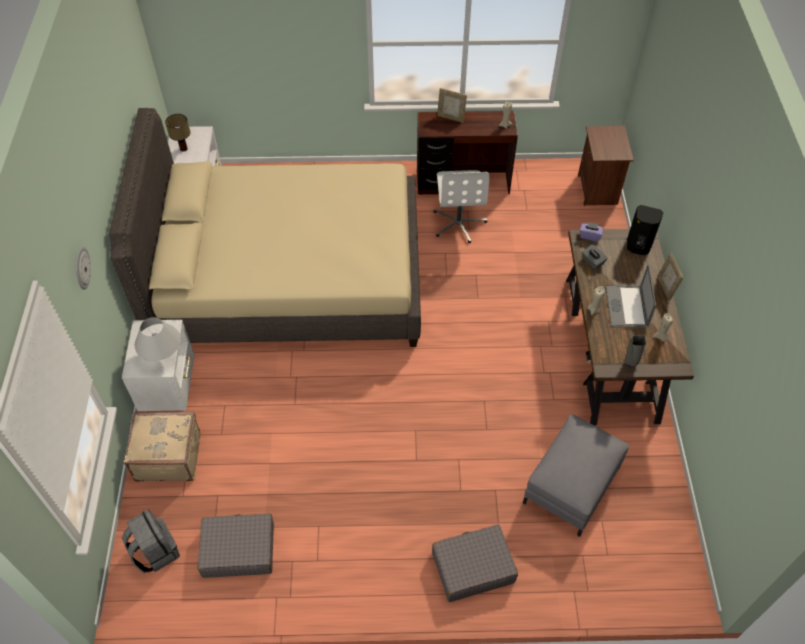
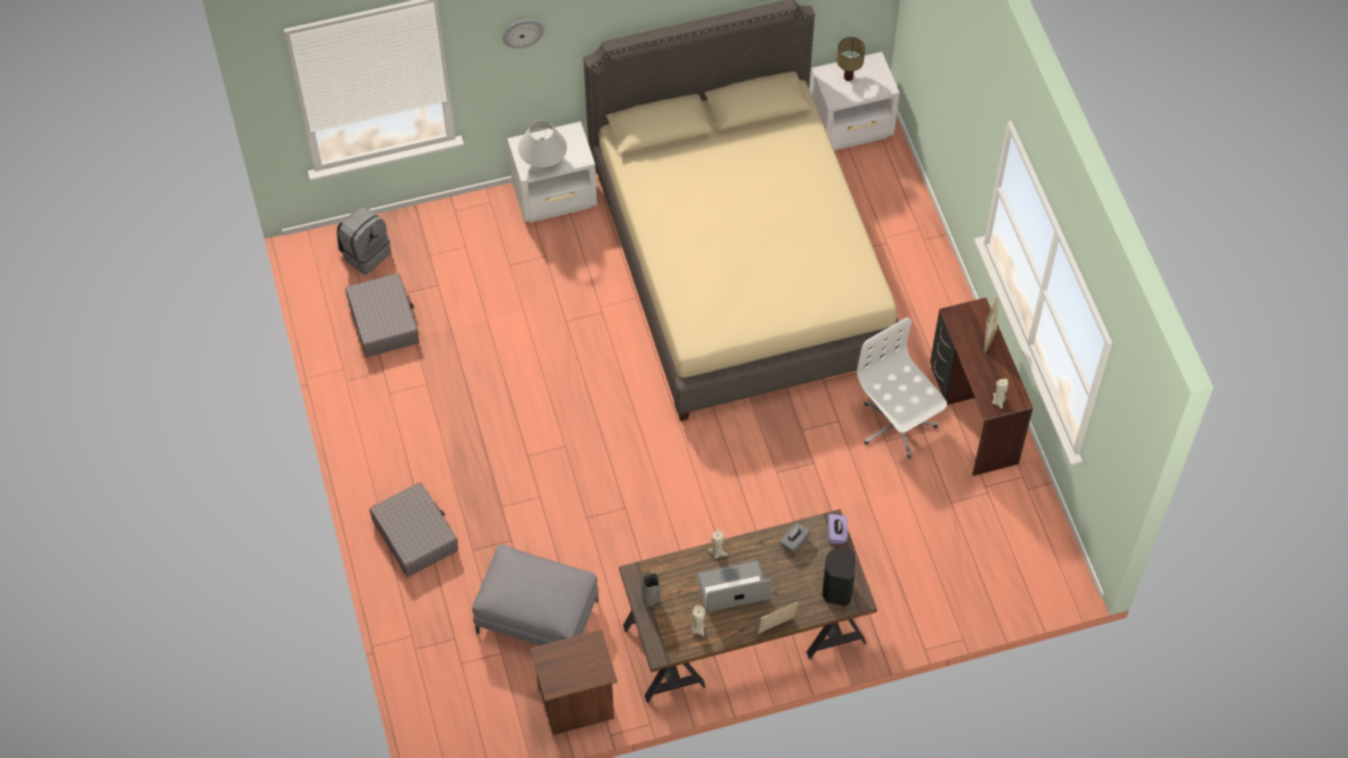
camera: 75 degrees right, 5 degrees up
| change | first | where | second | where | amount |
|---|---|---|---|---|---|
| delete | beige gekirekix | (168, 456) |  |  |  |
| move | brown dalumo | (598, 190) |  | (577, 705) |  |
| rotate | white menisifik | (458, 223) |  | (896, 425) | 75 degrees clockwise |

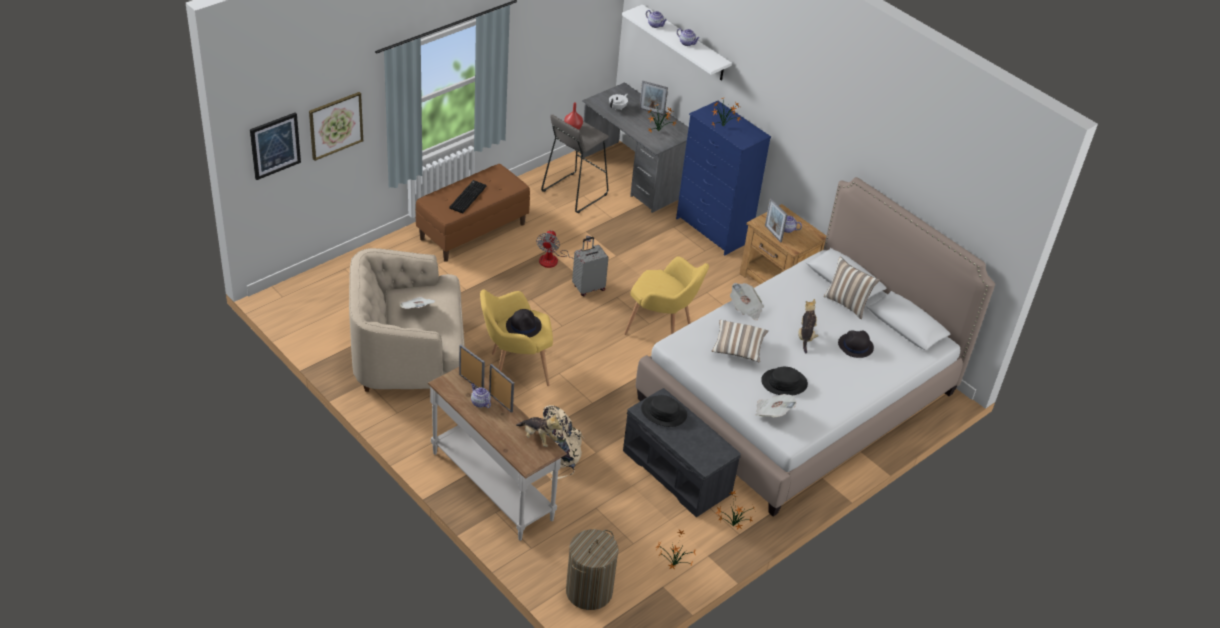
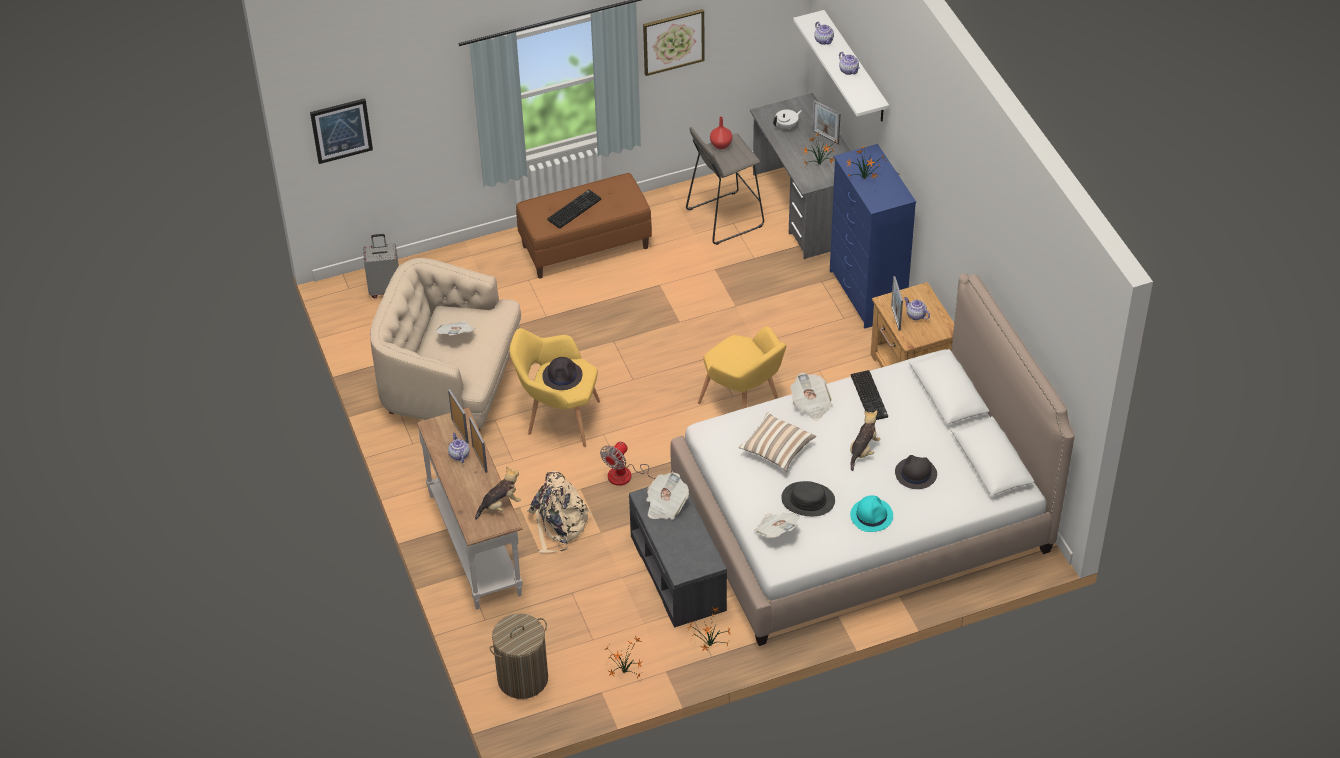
camera: 25 degrees right, 5 degrees up
| change | first | where | second | where | amount |
|---|---|---|---|---|---|
| delete | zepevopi | (847, 304) |  |  |  |
| insert |  |  | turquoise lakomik | (871, 515) |  |
| insert |  |  | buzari | (870, 396) |  |
| move | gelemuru | (335, 125) |  | (673, 41) |  |
| move | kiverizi | (555, 259) |  | (629, 475) |  |
| move | grey gekirekix | (588, 288) |  | (385, 289) |  |
| replace | black lakomik | (663, 412) | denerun | (665, 505) |  |
| rotate | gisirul | (538, 437) |  | (500, 505) | 90 degrees counterclockwise |

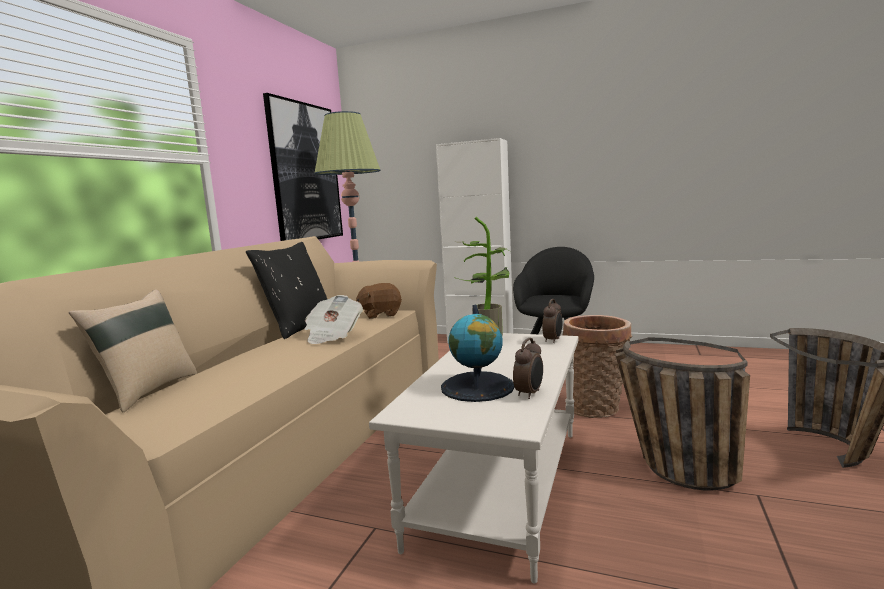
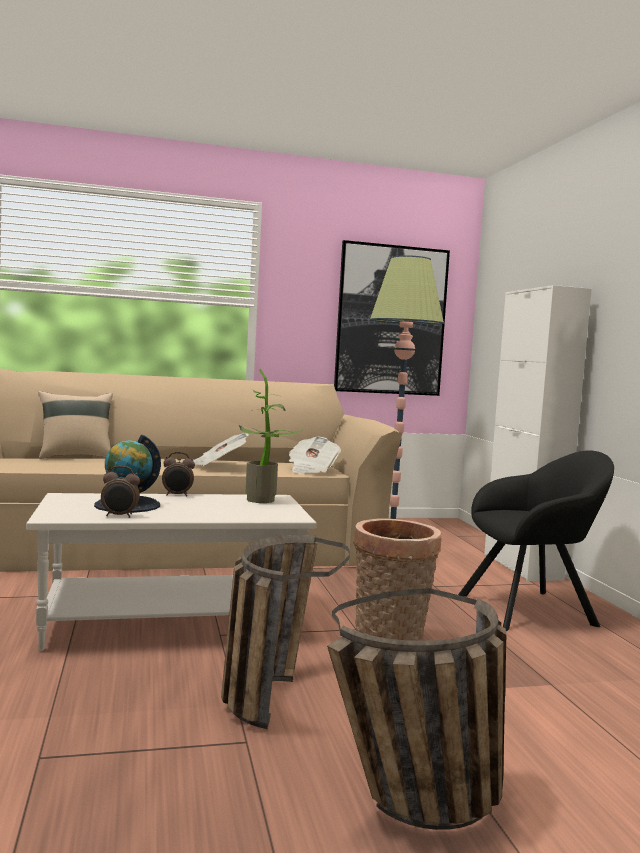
camera: 55 degrees right, 5 degrees down
| change | first | where | second | where | amount |
|---|---|---|---|---|---|
| delete | black zepevopi | (299, 327) |  |  |  |
| move | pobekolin | (553, 340) |  | (177, 495) |  |
| replace | brown gisirul | (380, 315) | denerun | (311, 470) |  |

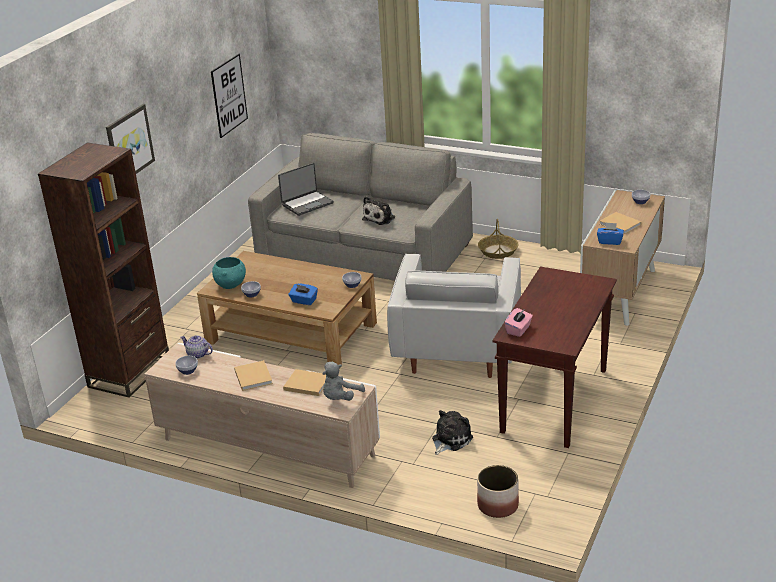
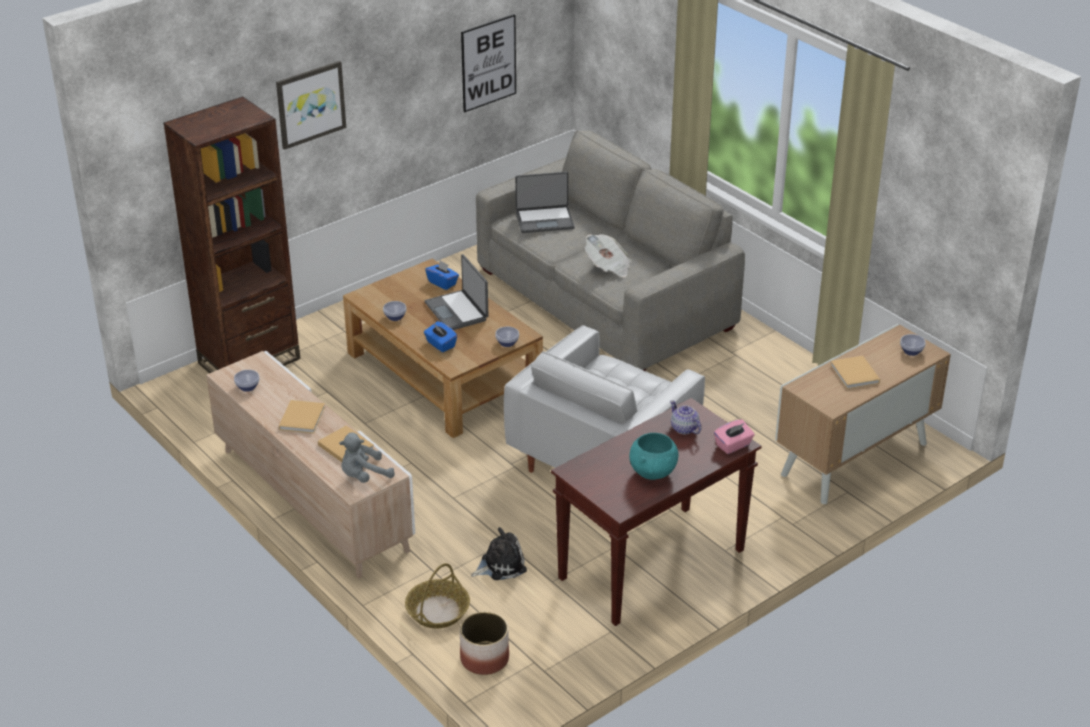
camera: 25 degrees right, 5 degrees up
| change | first | where | second | where | amount |
|---|---|---|---|---|---|
| insert |  |  | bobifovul | (457, 311) |  |
| move | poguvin | (198, 354) |  | (684, 429) |  |
| move | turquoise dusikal | (231, 285) |  | (653, 473) |  |
| move | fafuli | (498, 251) |  | (438, 611) |  |
| move | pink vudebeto | (518, 330) |  | (733, 445) |  |
| move | blue vudebeto | (610, 241) |  | (442, 283) |  |
| replace | gisirul | (380, 218) | denerun | (608, 267) |  |

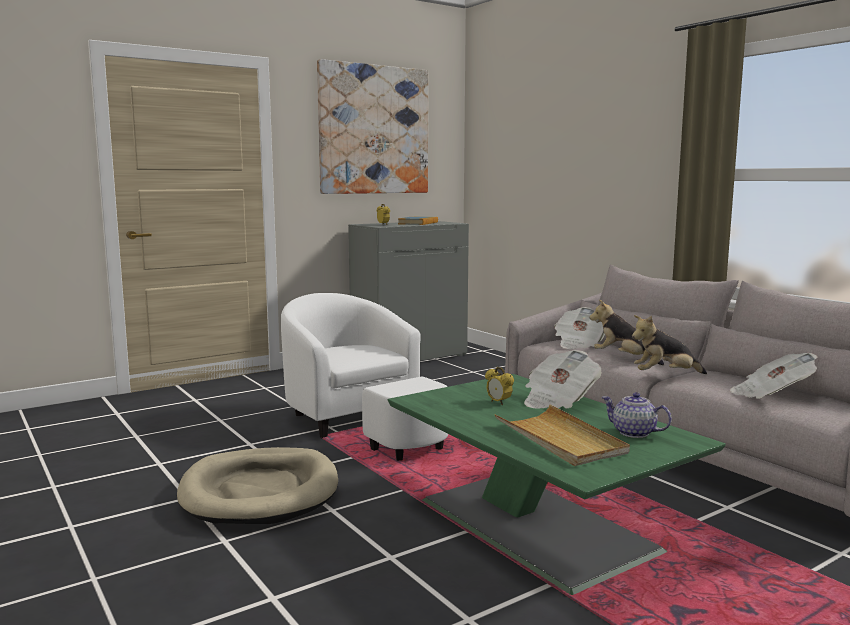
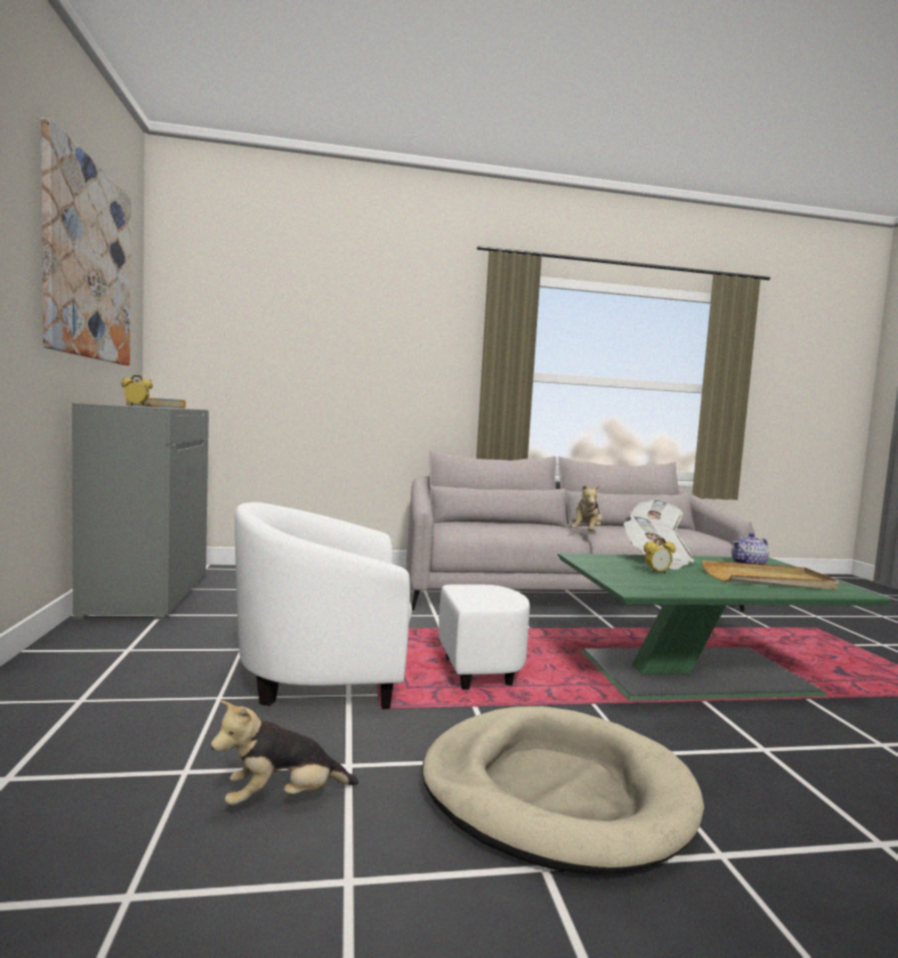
camera: 65 degrees left, 5 degrees down
| change | first | where | second | where | amount |
|---|---|---|---|---|---|
| delete | denerun | (579, 343) |  |  |  |
| move | gisirul | (623, 358) |  | (282, 799) |  |

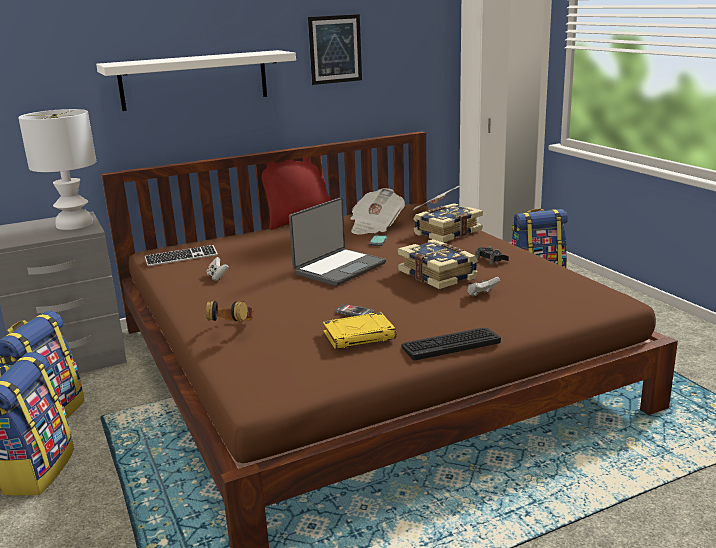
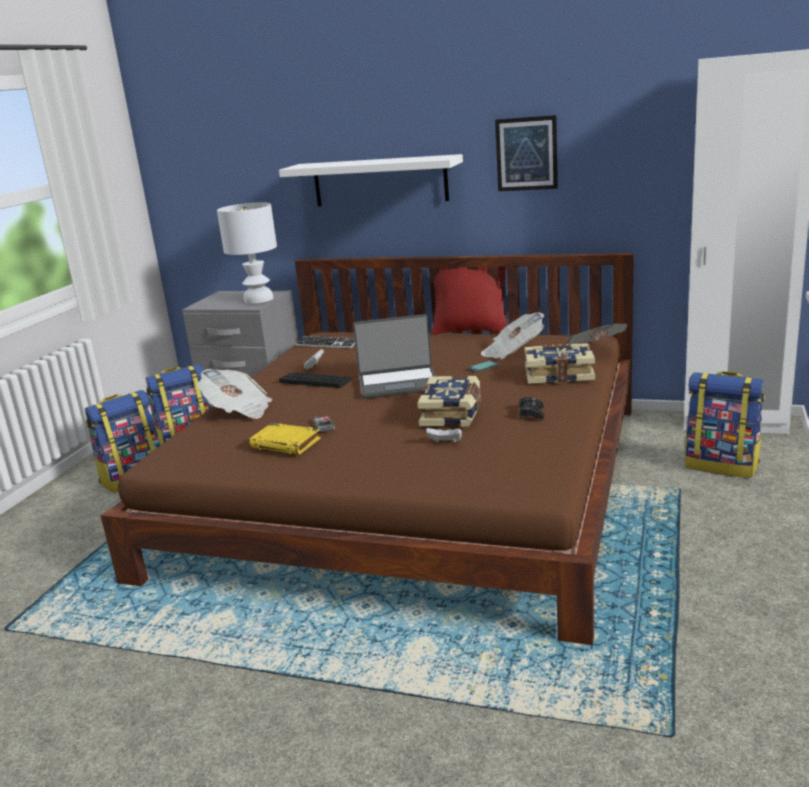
camera: 45 degrees right, 0 degrees up
| change | first | where | second | where | amount |
|---|---|---|---|---|---|
| move | buzari | (450, 344) |  | (315, 380) |  |
| replace | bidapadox | (233, 329) | denerun | (238, 410) |  |

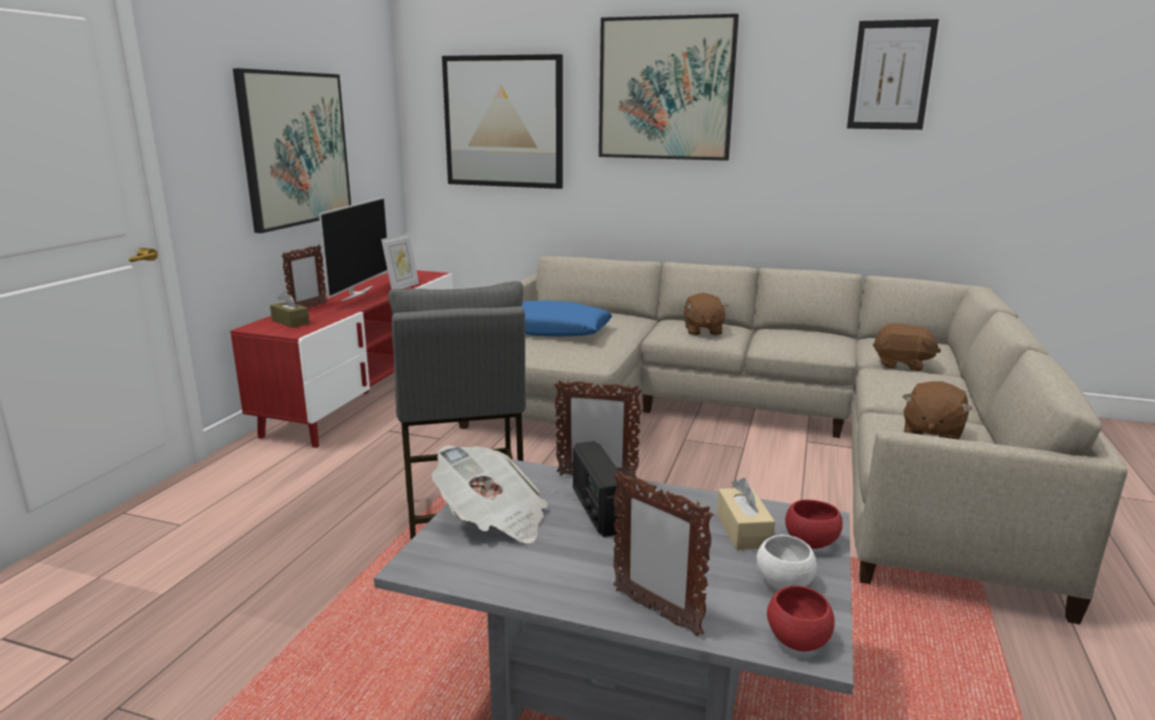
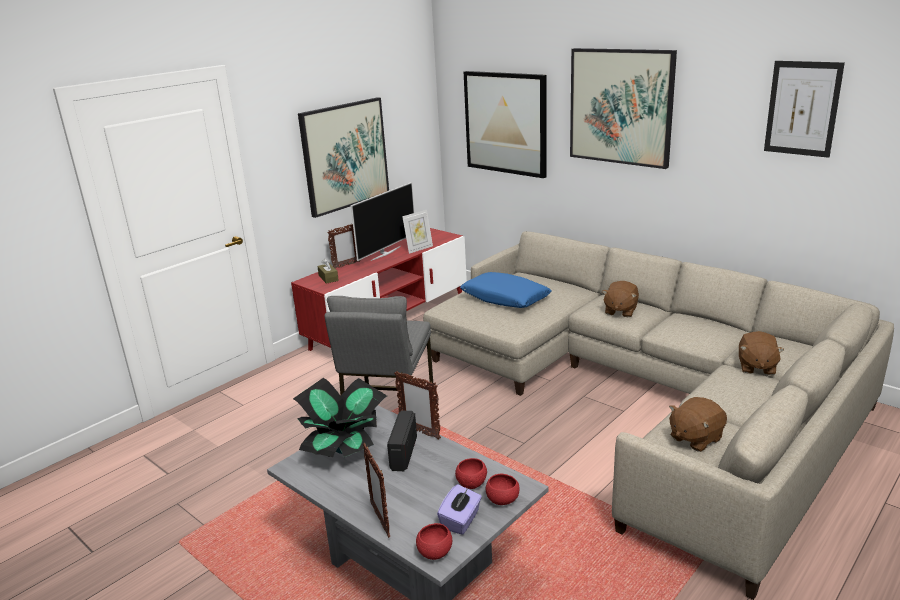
camera: 25 degrees right, 5 degrees up
| change | first | where | second | where | amount |
|---|---|---|---|---|---|
| replace | denerun | (493, 519) | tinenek | (344, 447) |  |
| replace | beige vudebeto | (743, 530) | red dusikal | (471, 484) |  |
| replace | white dusikal | (783, 583) | purple vudebeto | (461, 521) |  |
| rotate | brown gisirul | (901, 365) |  | (756, 367) | 60 degrees clockwise |

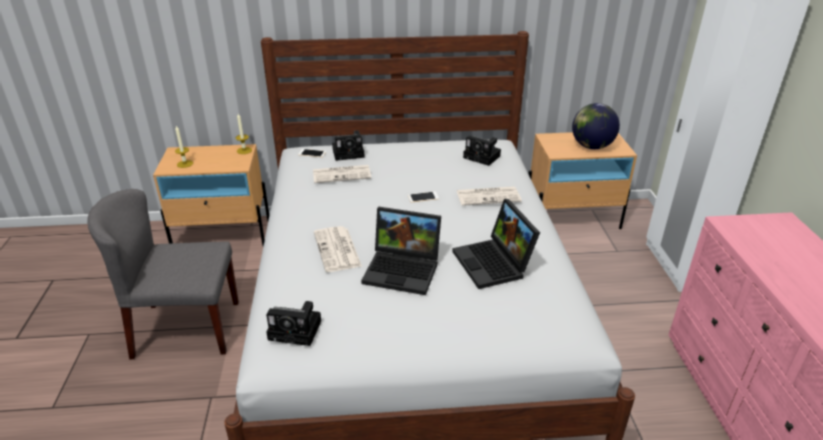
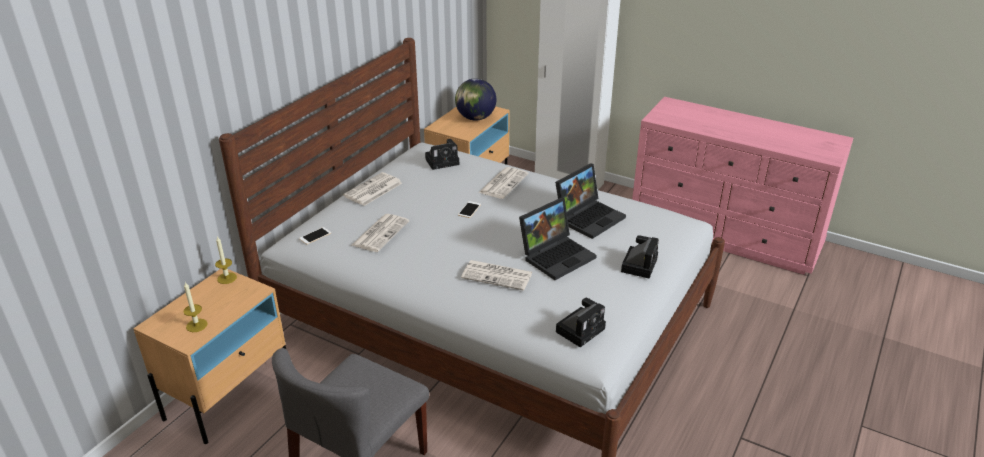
camera: 55 degrees left, 0 degrees up
| change | first | where | second | where | amount |
|---|---|---|---|---|---|
| insert |  |  | denerun | (373, 190) |  |
| move | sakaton | (350, 153) |  | (639, 264) |  |
| rotate | bobifovul | (494, 264) |  | (589, 217) | 60 degrees counterclockwise |

